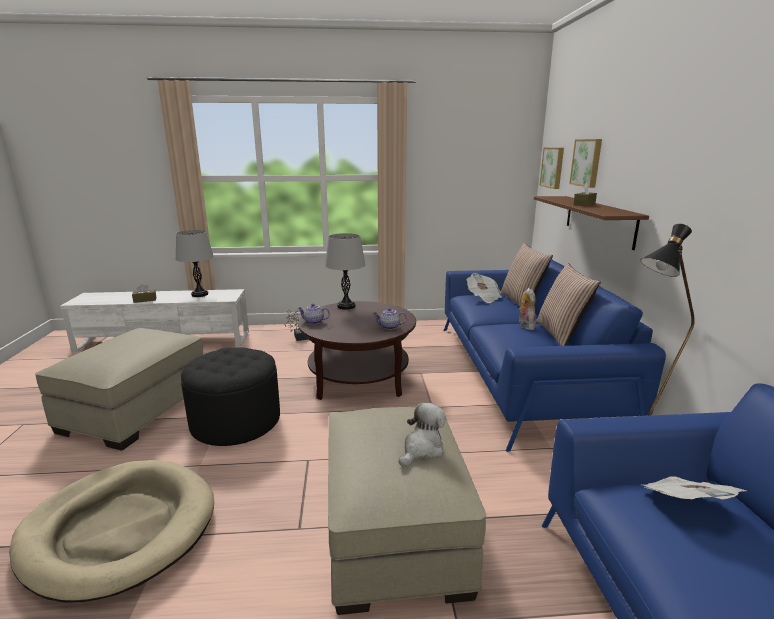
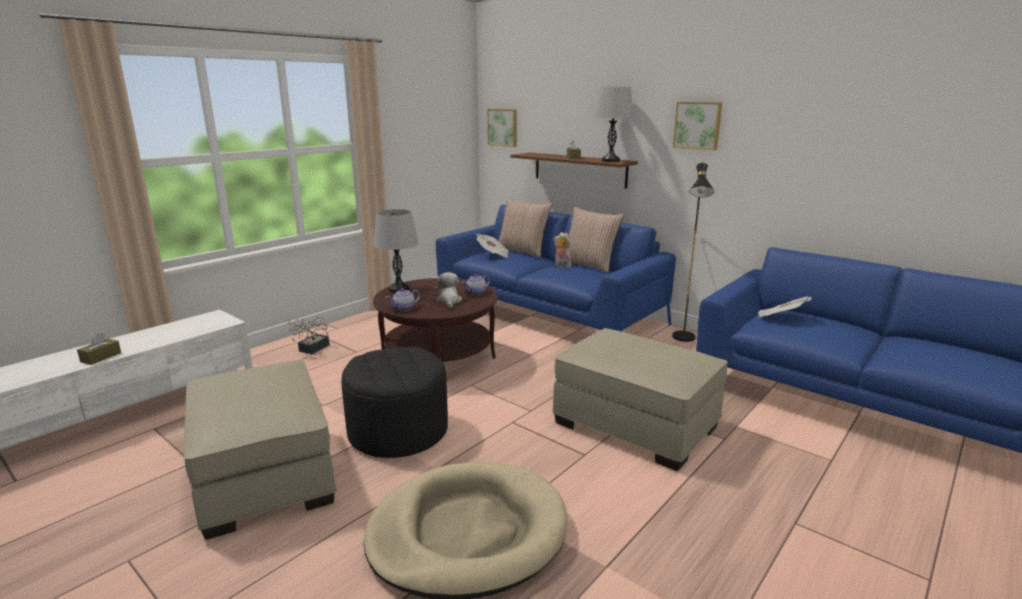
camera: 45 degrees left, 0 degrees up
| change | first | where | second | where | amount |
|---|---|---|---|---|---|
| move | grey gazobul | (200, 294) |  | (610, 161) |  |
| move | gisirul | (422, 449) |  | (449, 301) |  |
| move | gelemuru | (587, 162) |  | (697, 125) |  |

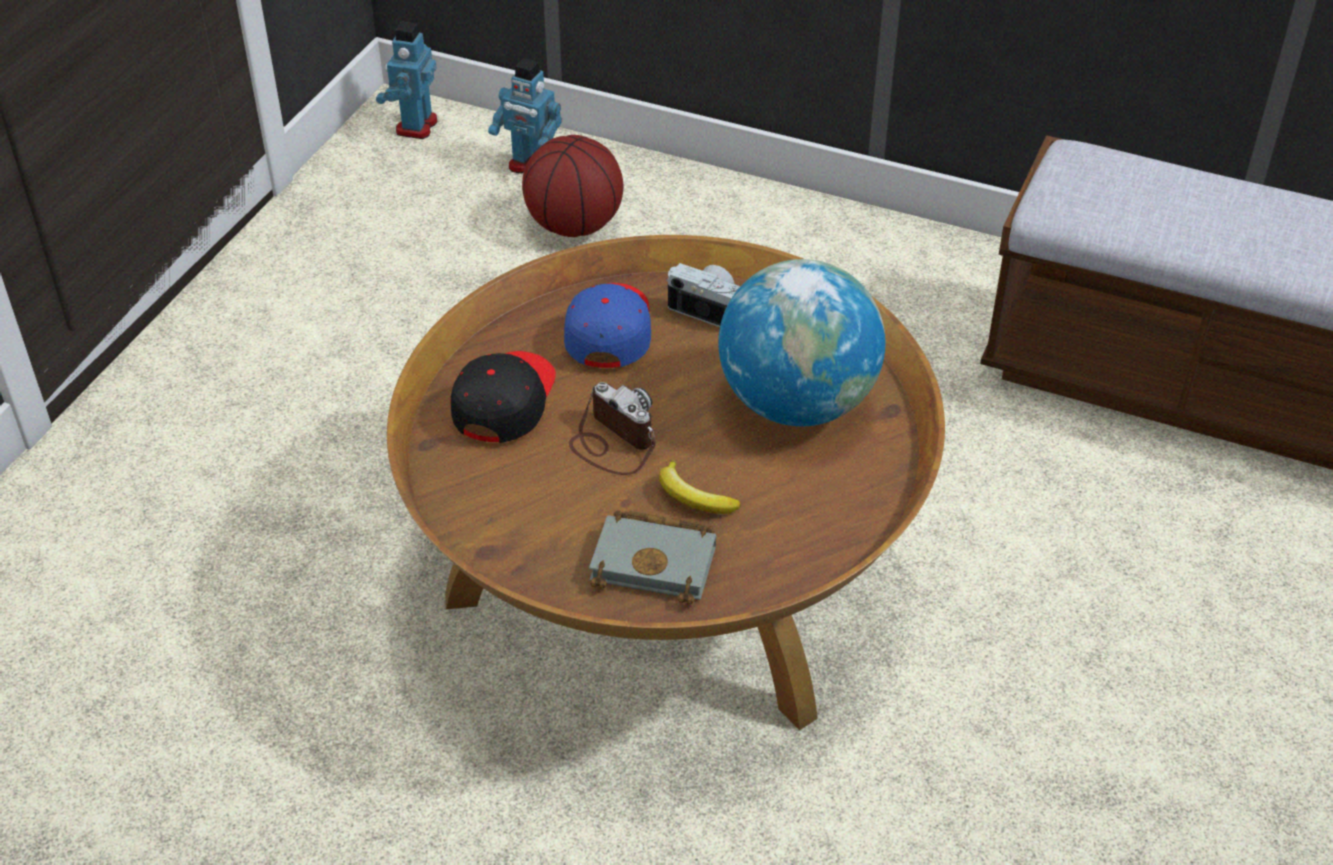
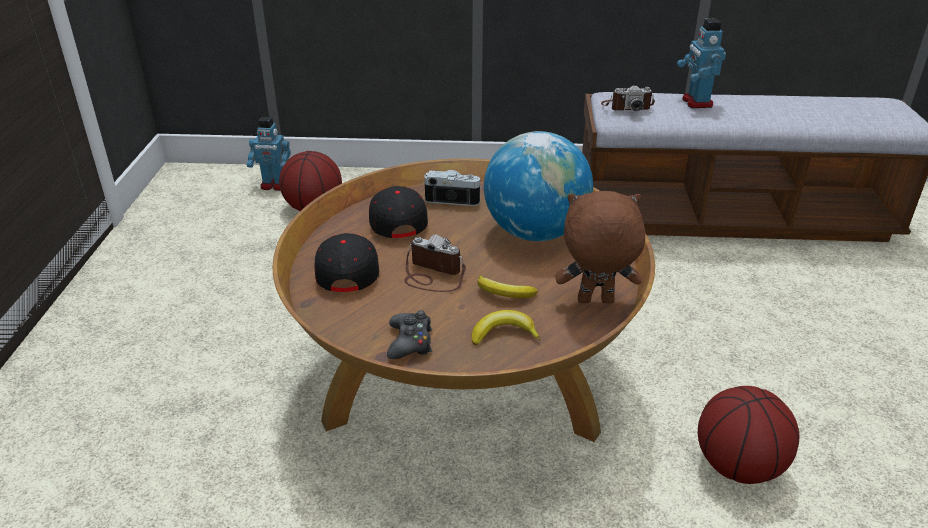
camera: 20 degrees left, 10 degrees down
| change | first | where | second | where | amount |
|---|---|---|---|---|---|
| insert |  |  | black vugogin | (410, 342) |  |
| insert |  |  | brown gisirul | (595, 302) |  |
| insert |  |  | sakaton | (627, 107) |  |
| insert |  |  | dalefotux | (739, 466) |  |
| move | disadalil | (415, 126) |  | (696, 102) |  |
| replace | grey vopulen | (657, 561) | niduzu | (503, 334) |  |
| recolor | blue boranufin | (609, 330) | black boranufin | (396, 219) |  |

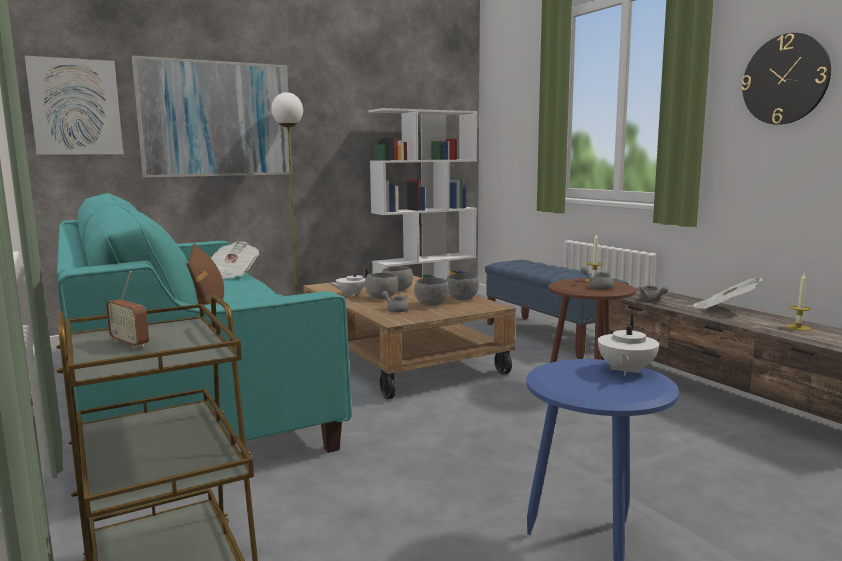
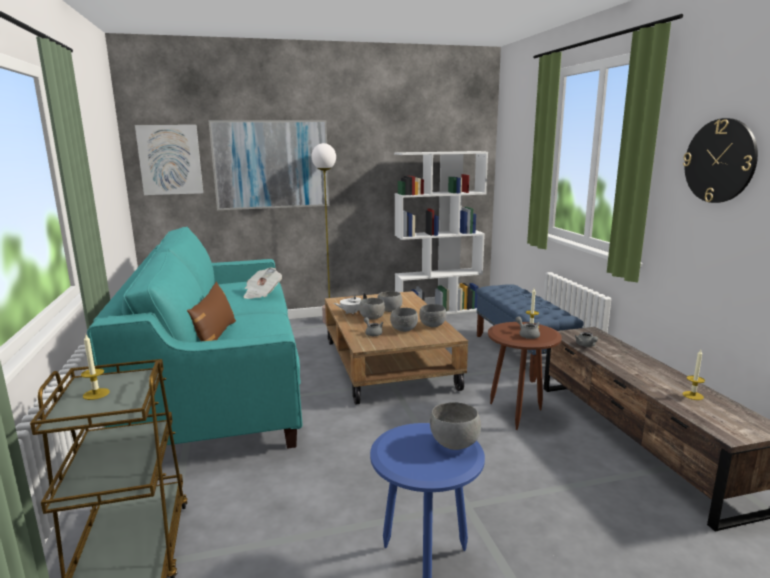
camera: 15 degrees right, 5 degrees up
| change | first | where | second | where | amount |
|---|---|---|---|---|---|
| delete | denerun | (724, 309) |  |  |  |
| replace | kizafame | (130, 344) | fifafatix | (96, 394) |  |
| replace | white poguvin | (625, 371) | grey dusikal | (453, 444) |  |

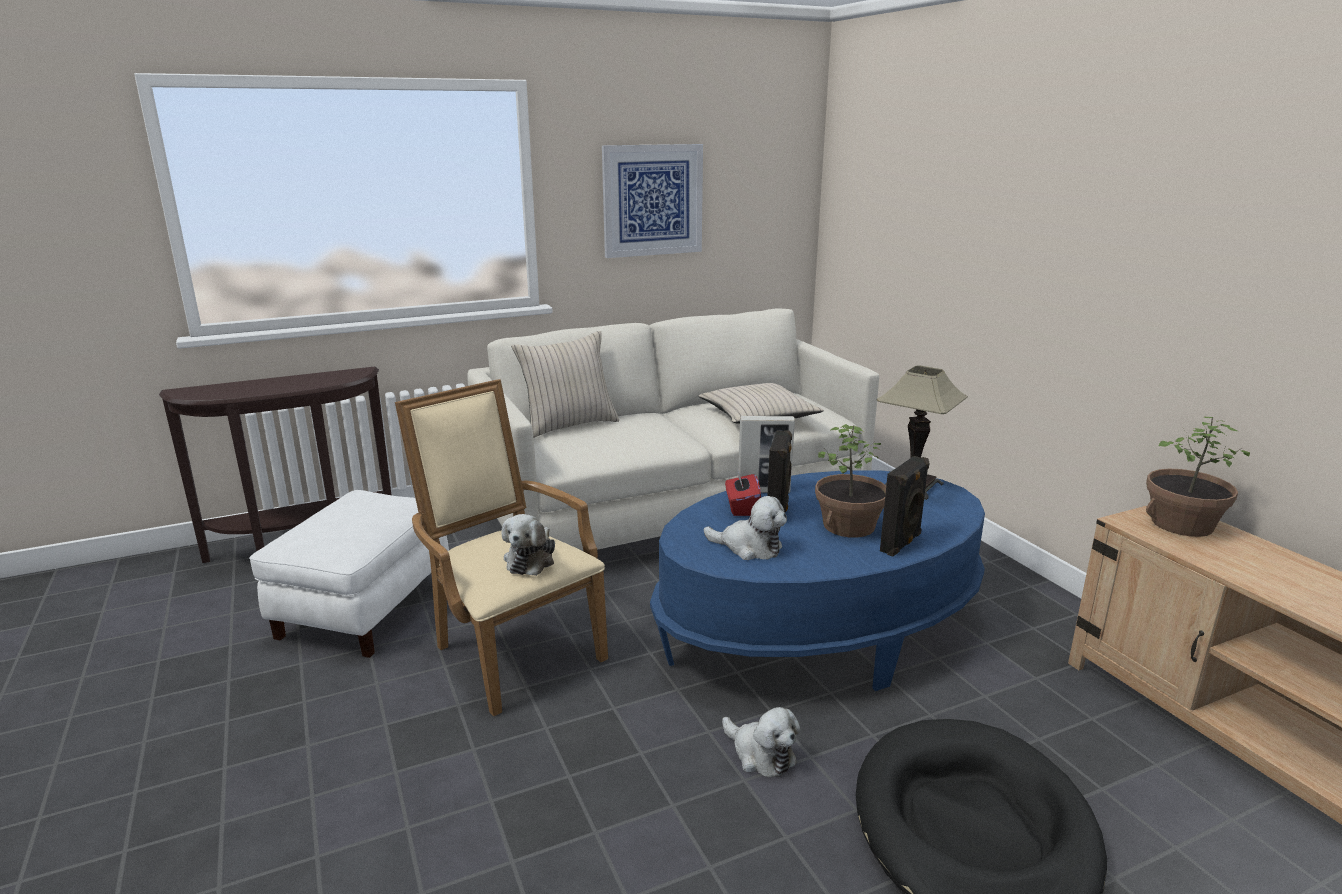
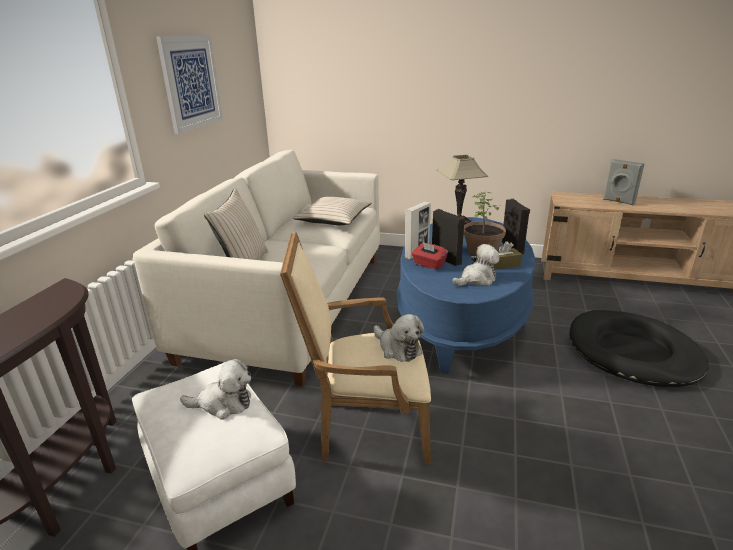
camera: 50 degrees left, 5 degrees up
| change | first | where | second | where | amount |
|---|---|---|---|---|---|
| delete | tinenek | (1181, 523) |  |  |  |
| insert |  |  | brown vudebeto | (503, 264) |  |
| insert |  |  | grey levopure | (618, 201) |  |
| move | gisirul | (760, 754) |  | (223, 404) |  |

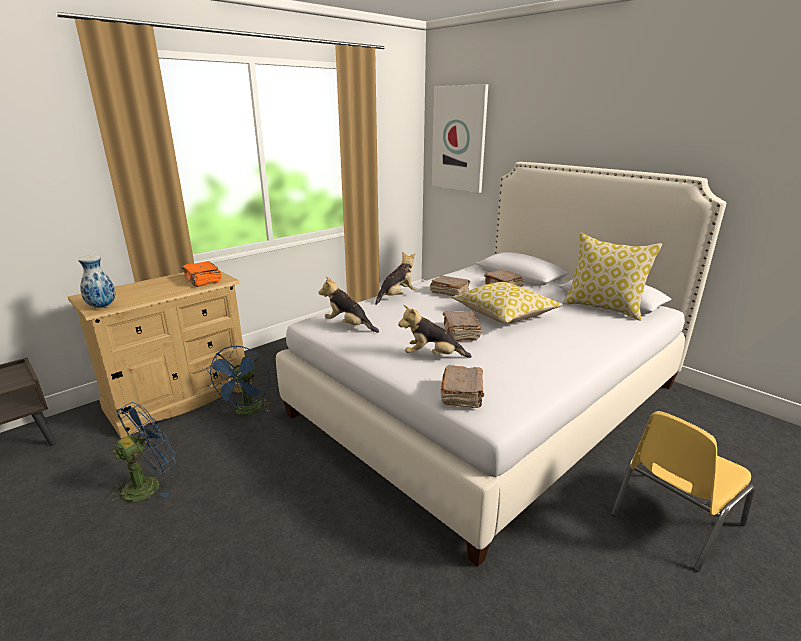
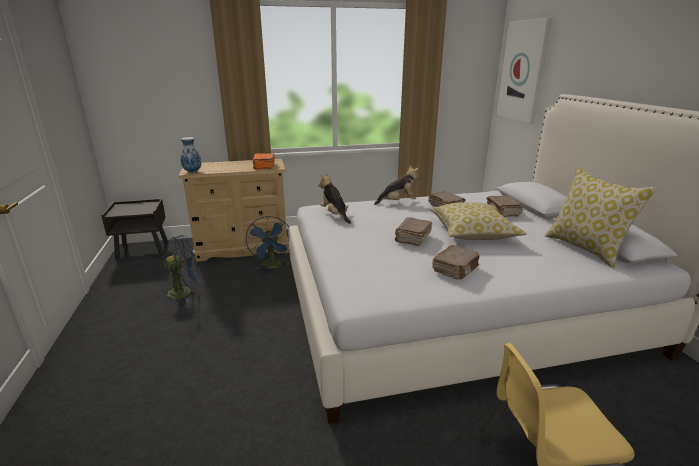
camera: 30 degrees right, 0 degrees up
| change | first | where | second | where | amount |
|---|---|---|---|---|---|
| delete | gisirul | (432, 356) |  |  |  |
| move | brown vopulen | (462, 395) |  | (455, 269) |  |
| rotate | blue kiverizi | (247, 412) |  | (272, 267) | 45 degrees counterclockwise |

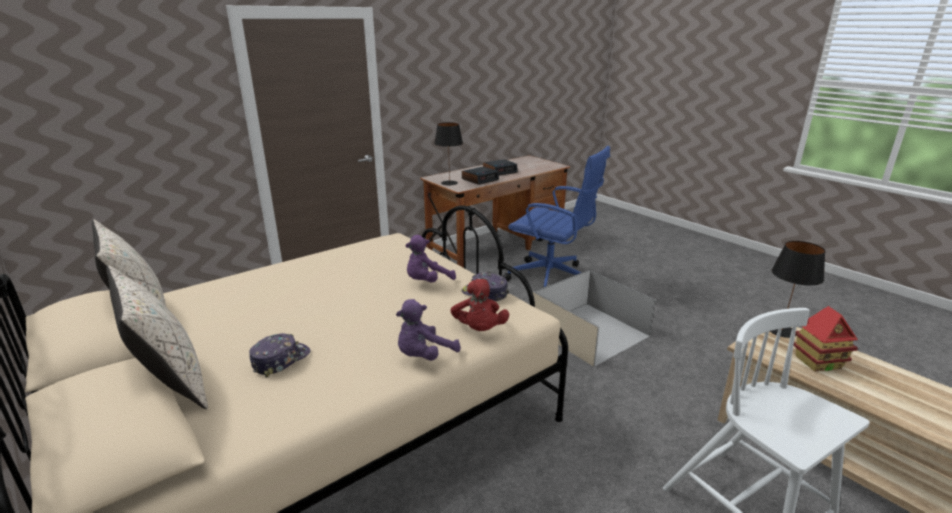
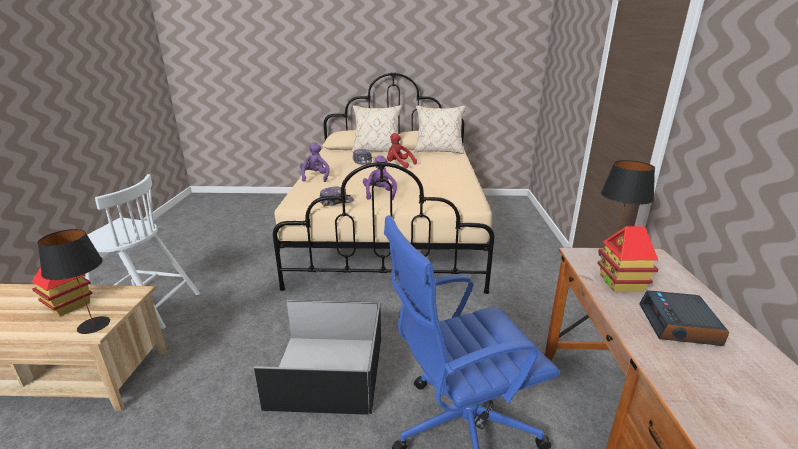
camera: 130 degrees right, 0 degrees up
| change | first | where | second | where | amount |
|---|---|---|---|---|---|
| move | red gisirul | (479, 330) |  | (399, 165) |  |
| replace | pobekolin | (480, 179) | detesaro | (621, 283) |  |
| recolor | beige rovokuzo | (589, 332) | black rovokuzo | (327, 370) |  |

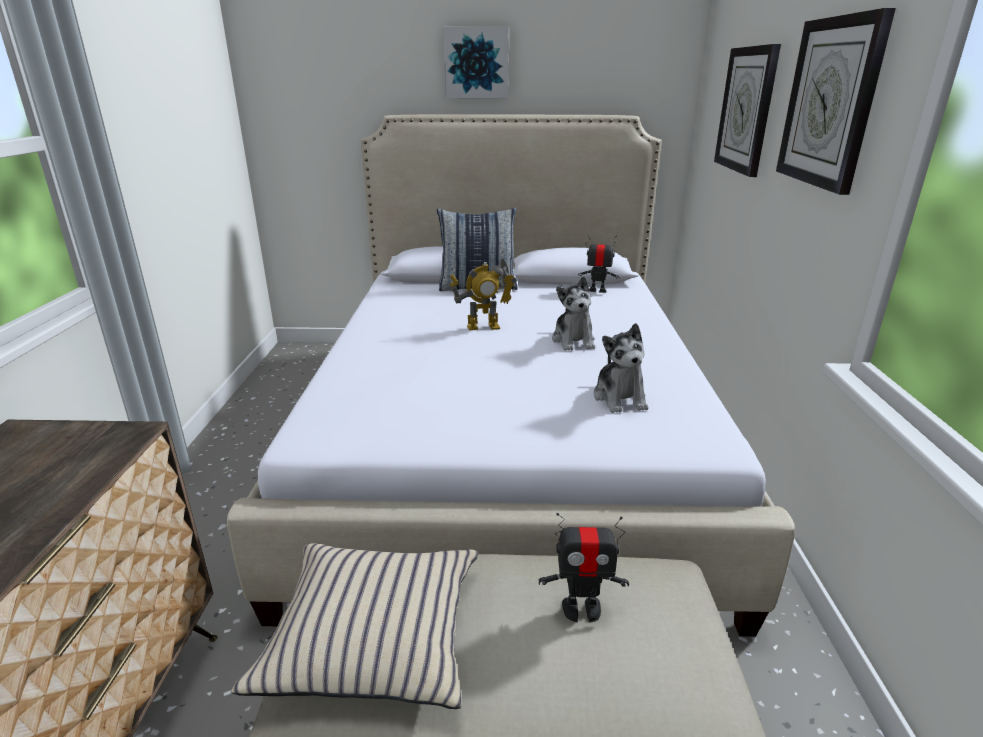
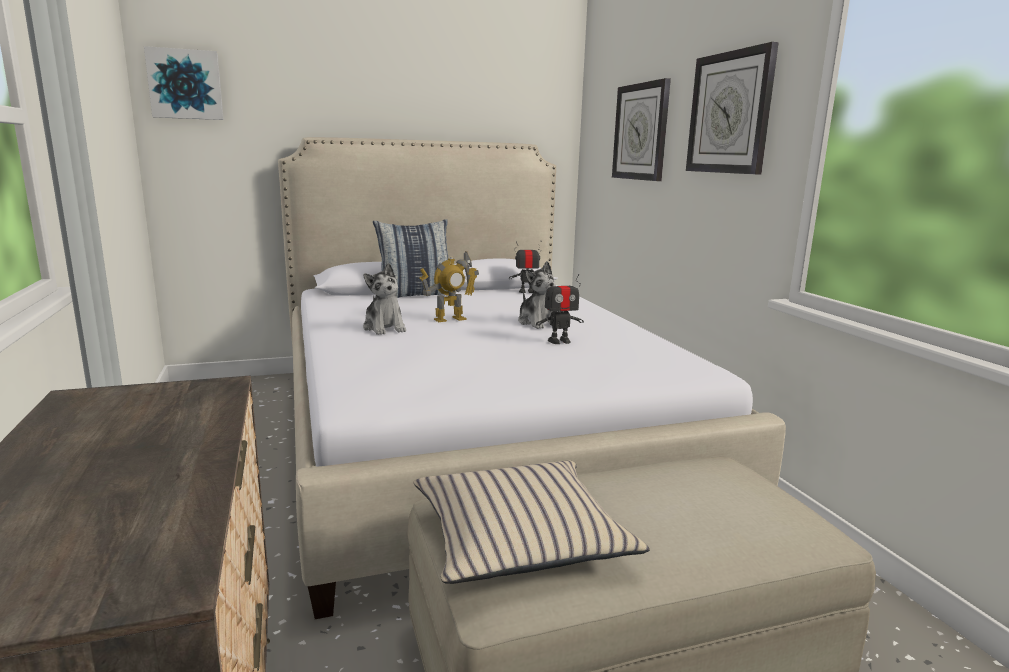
camera: 20 degrees left, 10 degrees down
| change | first | where | second | where | amount |
|---|---|---|---|---|---|
| move | gelemuru | (476, 63) |  | (185, 84) |  |
| move | disadalil | (581, 609) |  | (559, 341) |  |
| move | gisirul | (620, 398) |  | (384, 328) |  |

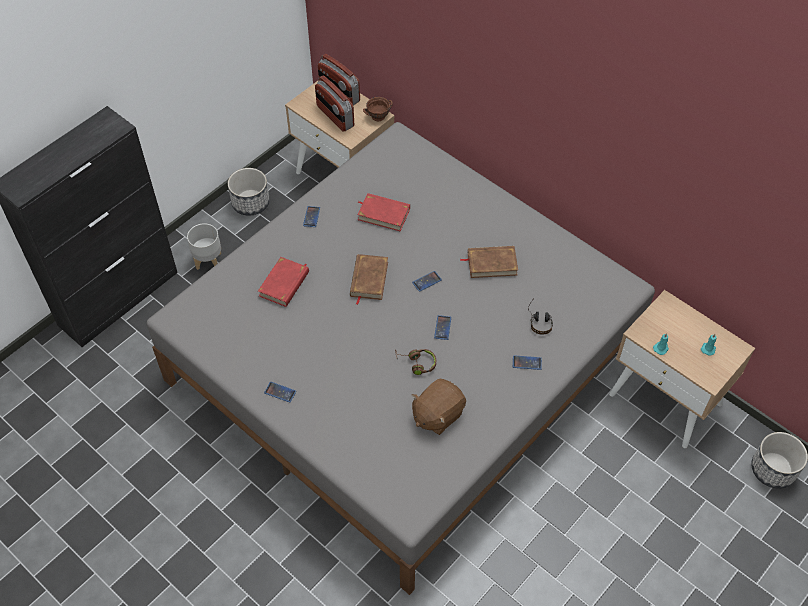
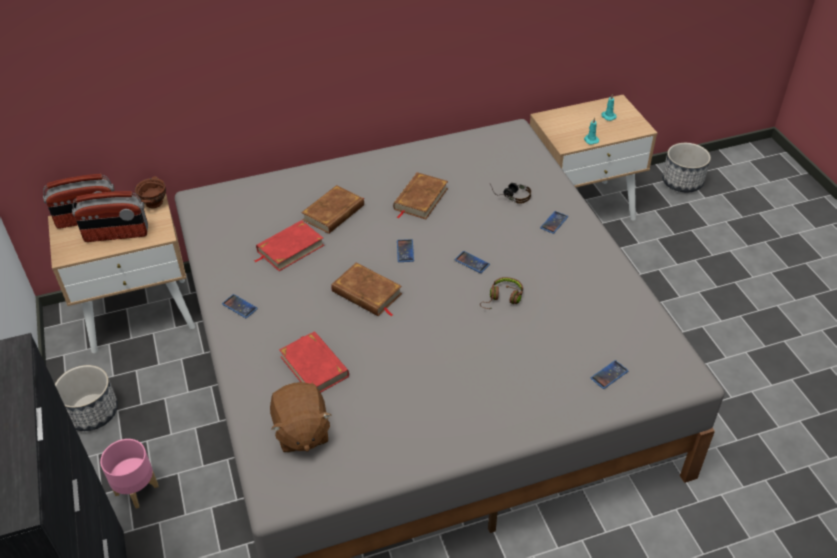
camera: 60 degrees left, 10 degrees down
| change | first | where | second | where | amount |
|---|---|---|---|---|---|
| insert |  |  | brown vopulen | (334, 213) |  |
| move | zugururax | (280, 392) |  | (609, 375) |  |
| move | brown gisirul | (437, 415) |  | (301, 432) |  |
| recolor | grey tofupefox | (208, 260) | pink tofupefox | (136, 489) |  |

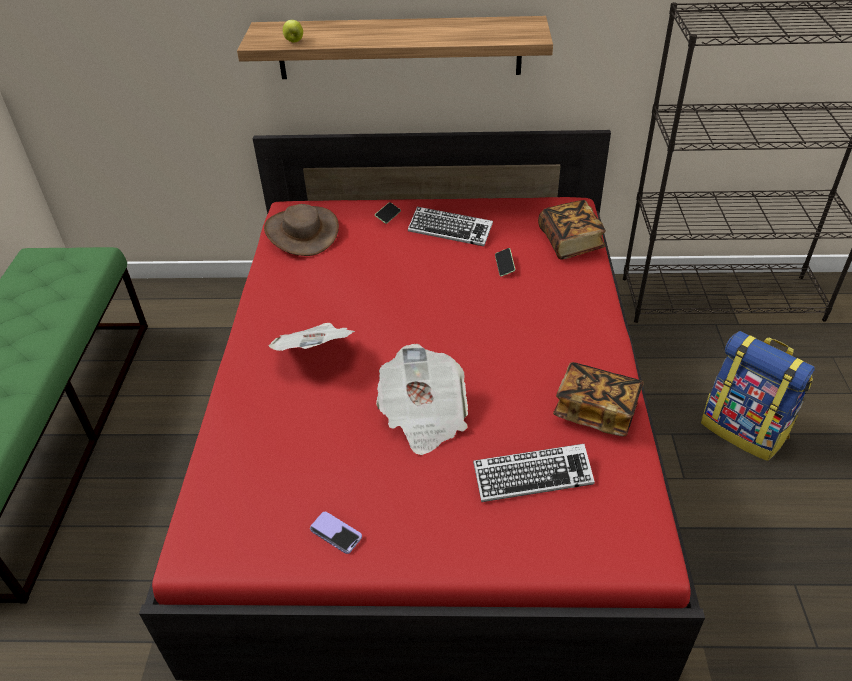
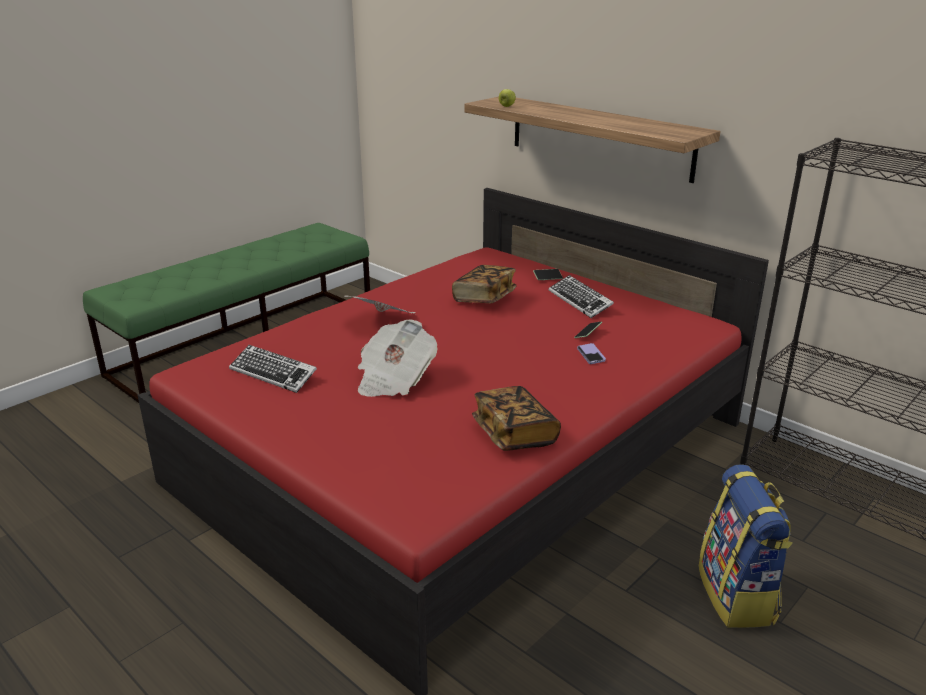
camera: 40 degrees right, 15 degrees down
| change | first | where | second | where | amount |
|---|---|---|---|---|---|
| delete | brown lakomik | (302, 232) |  |  |  |
| move | zugururax | (336, 533) |  | (591, 355) |  |
| move | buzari | (532, 477) |  | (273, 374) |  |
| move | vopulen | (570, 242) |  | (484, 297) |  |

